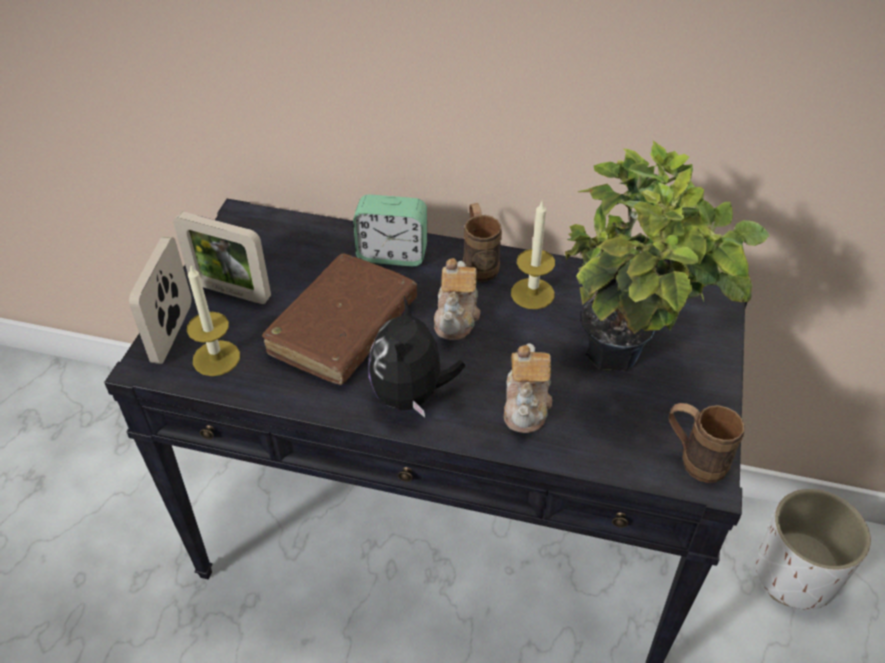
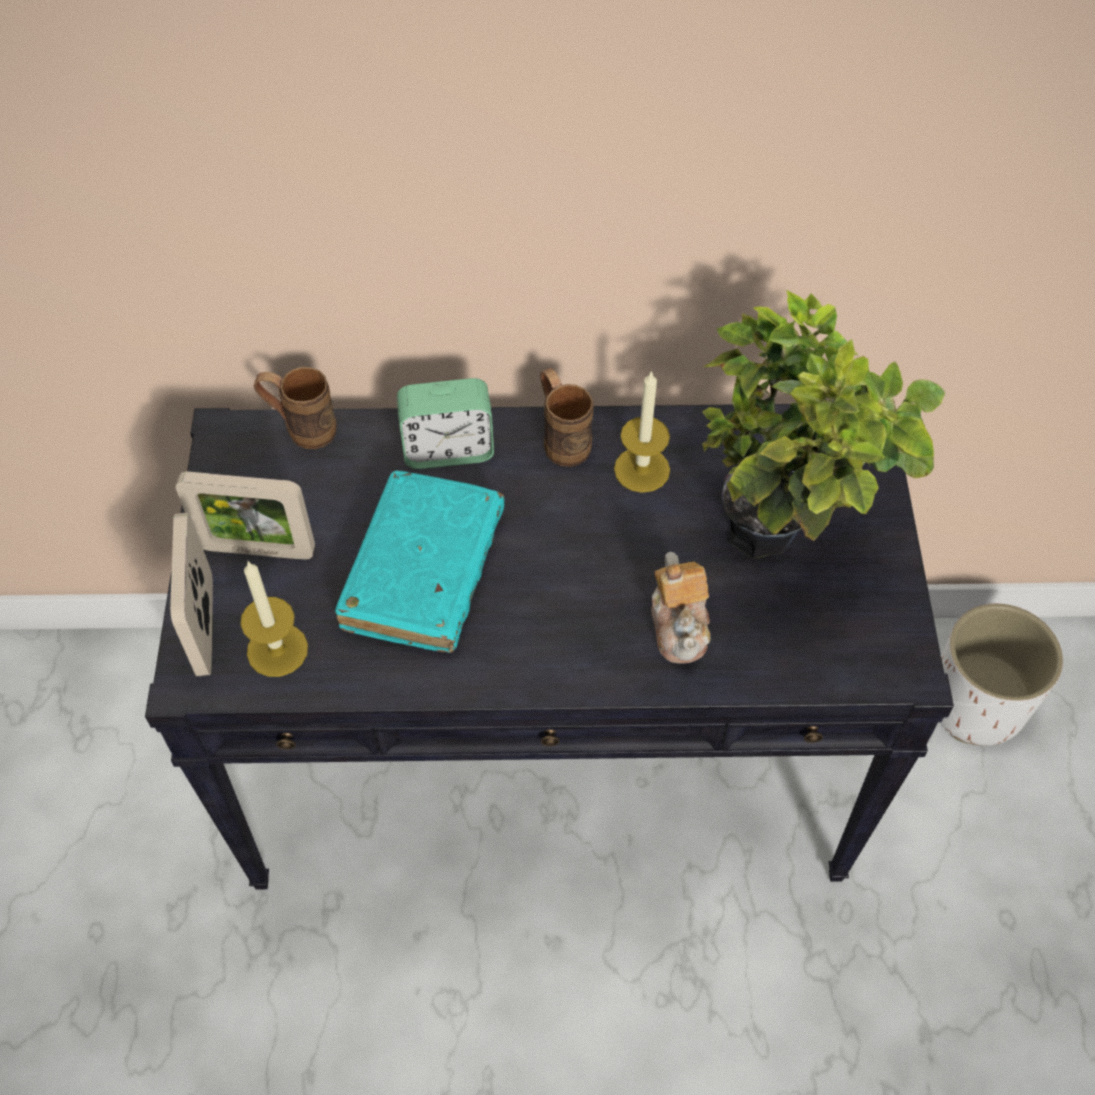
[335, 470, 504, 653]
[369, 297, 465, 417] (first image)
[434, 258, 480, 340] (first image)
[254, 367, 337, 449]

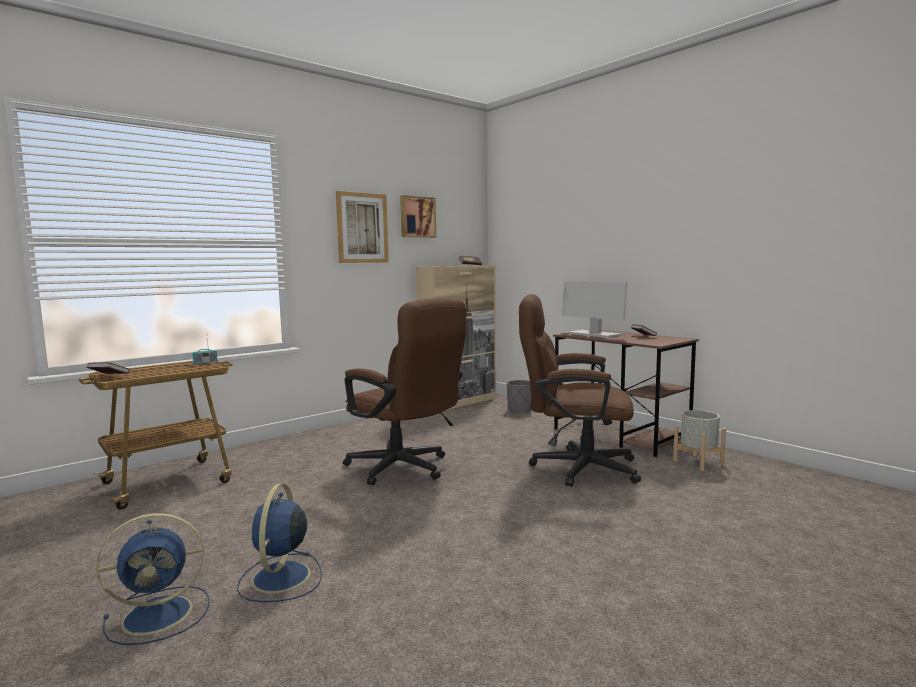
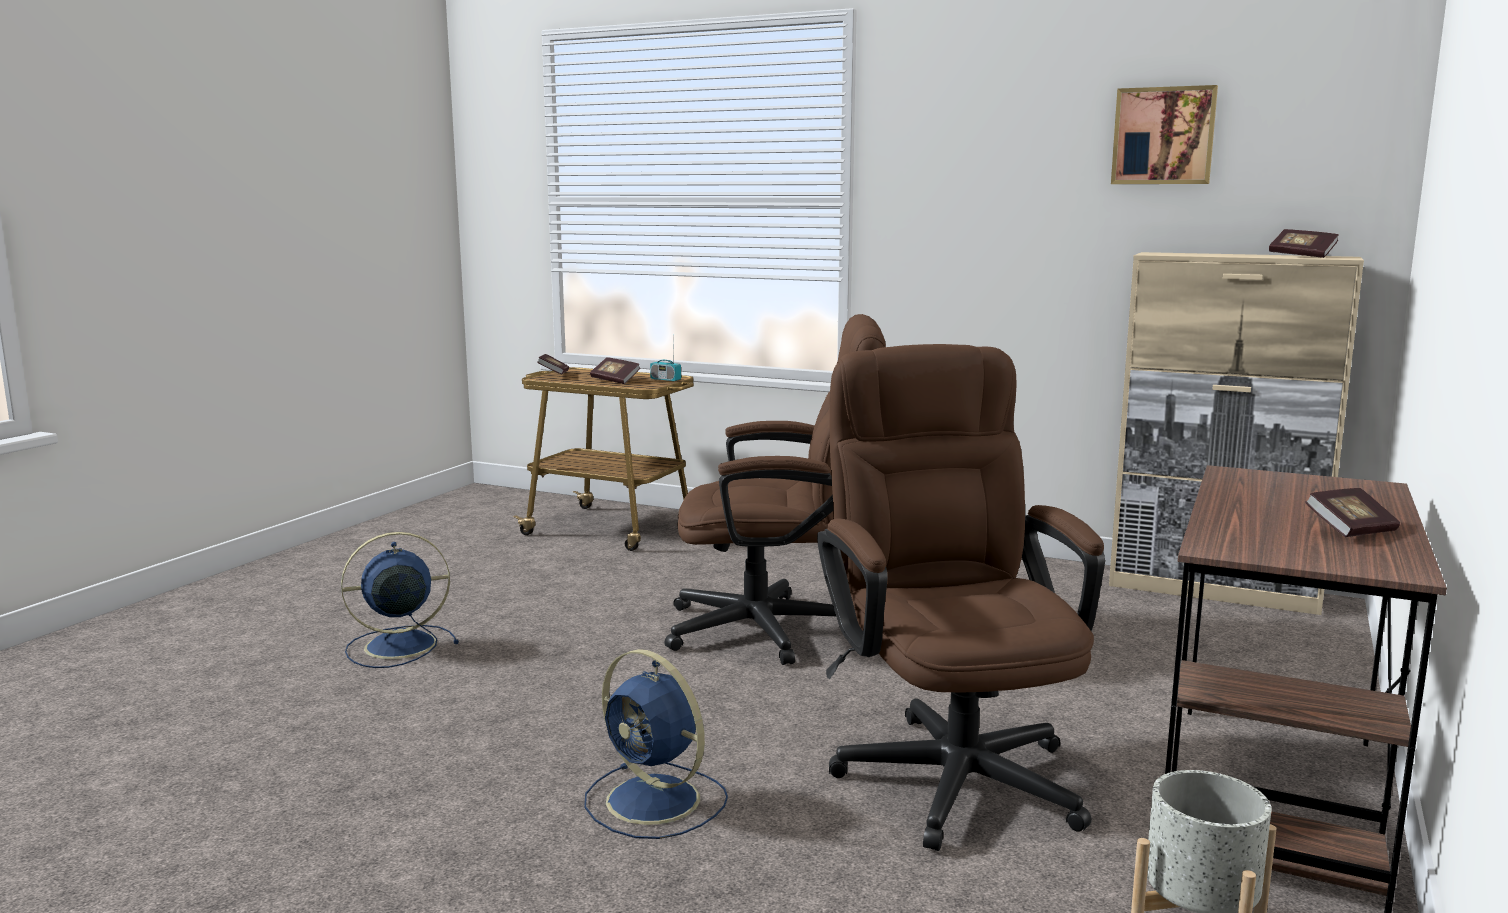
[584, 649, 728, 839]
[336, 191, 389, 263] (first image)
[664, 314, 886, 665]
[506, 380, 532, 413] (first image)
[562, 281, 627, 338] (first image)
[590, 357, 640, 384]

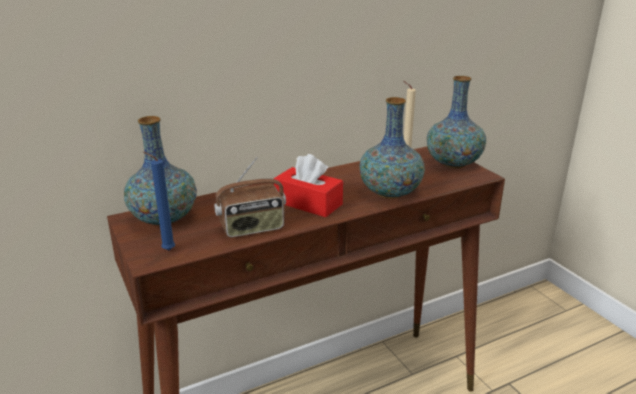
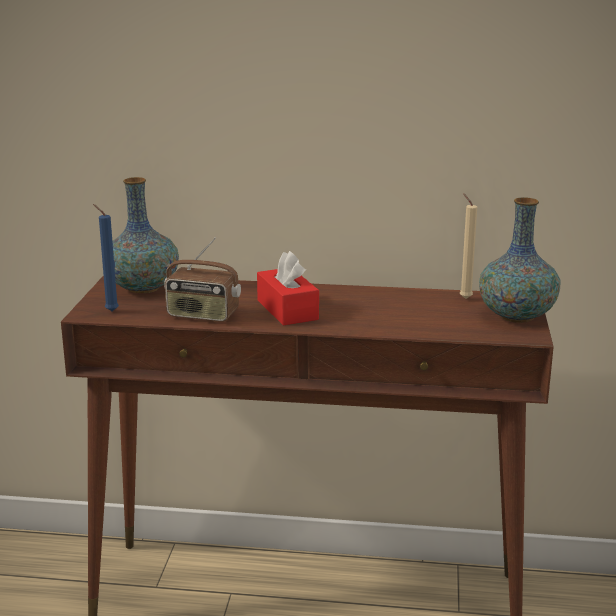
[359, 97, 425, 199] (first image)

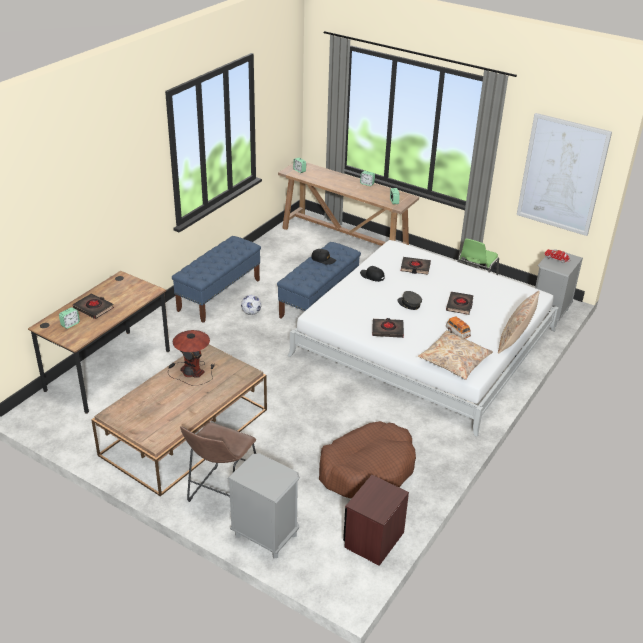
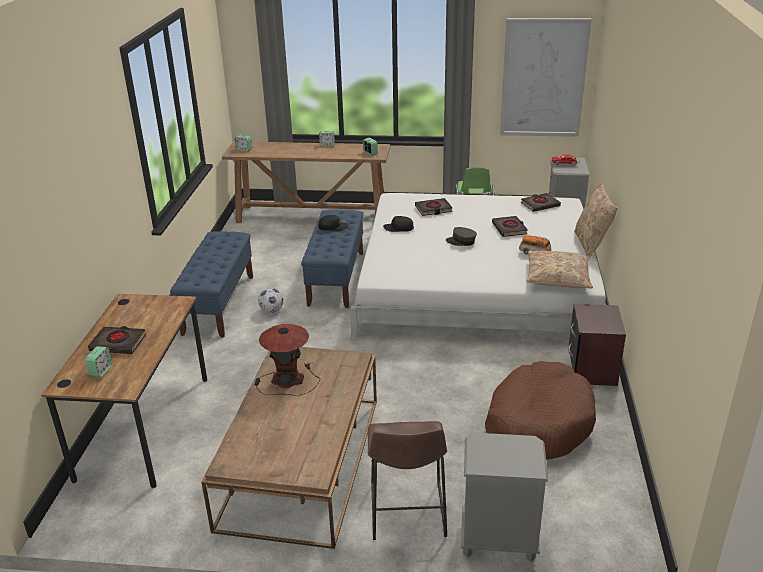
[569, 304, 626, 386]
[521, 193, 561, 212]

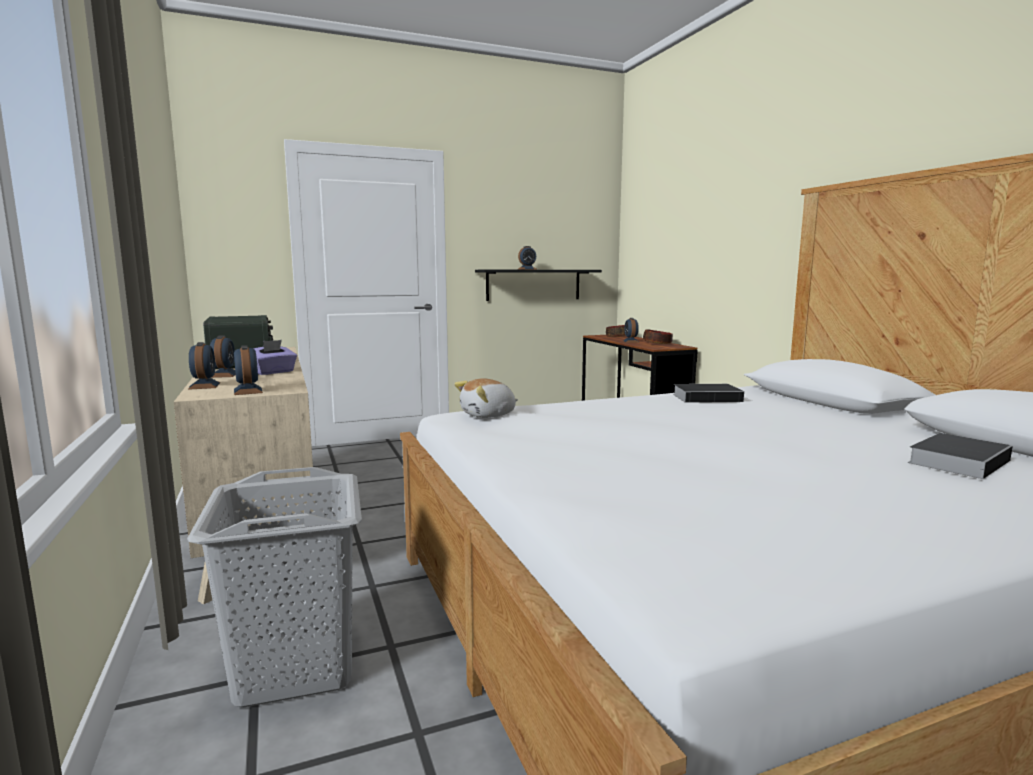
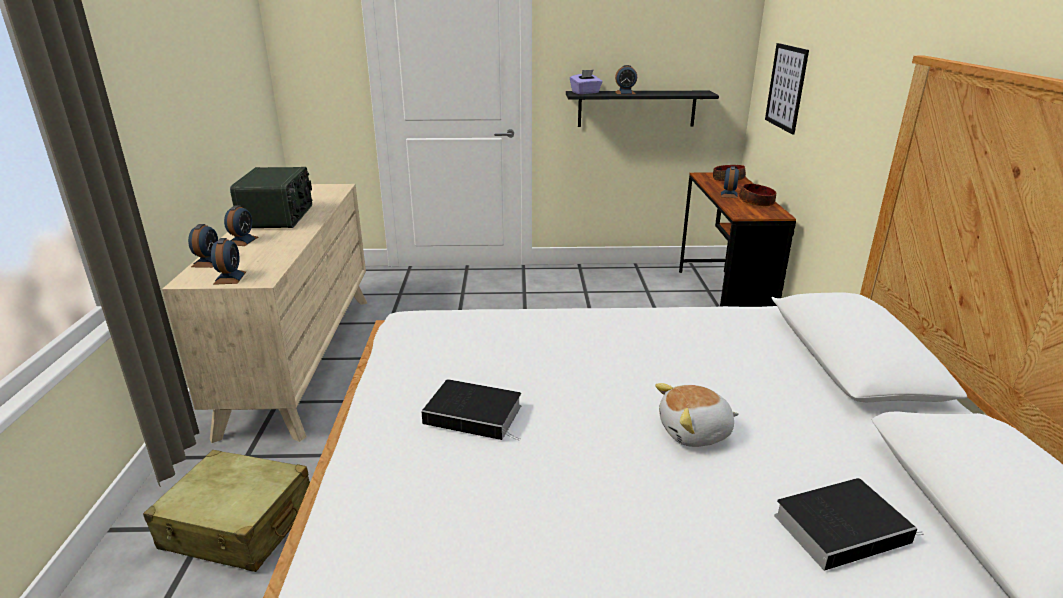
[143, 450, 310, 572]
[570, 70, 602, 94]
[655, 383, 739, 447]
[421, 379, 521, 441]
[765, 43, 809, 134]

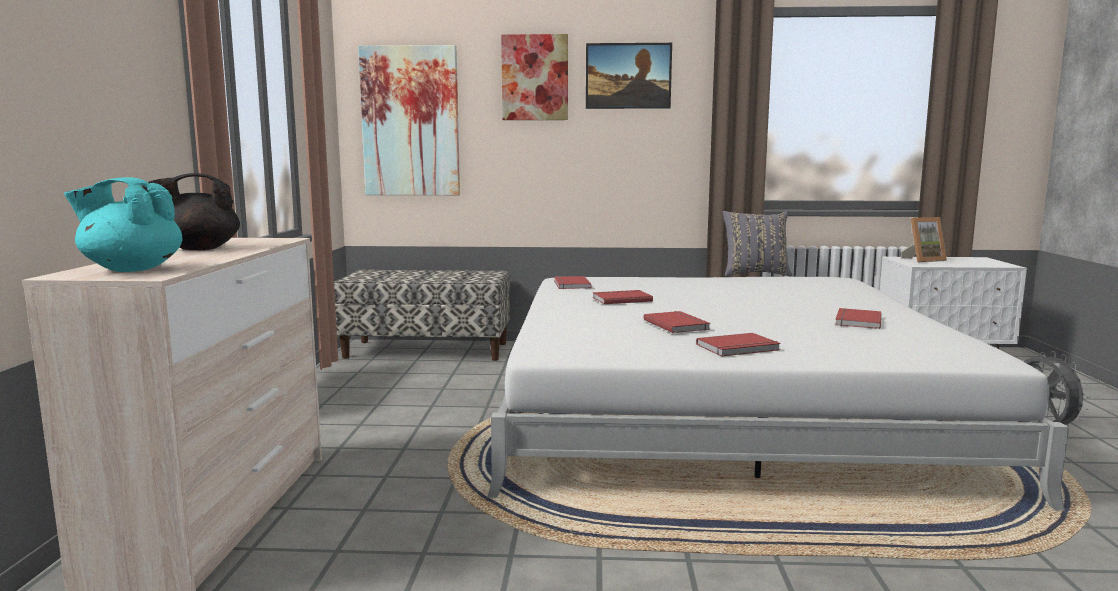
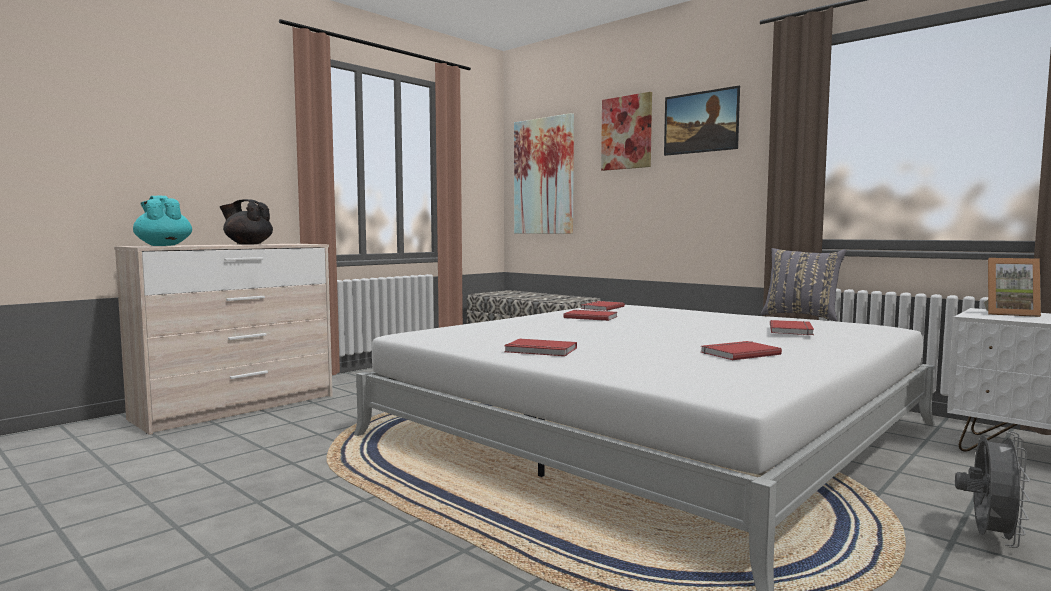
[770, 320, 814, 335]

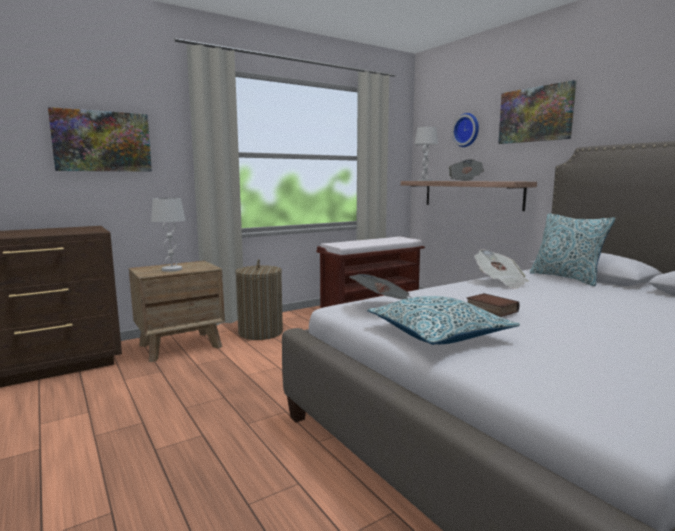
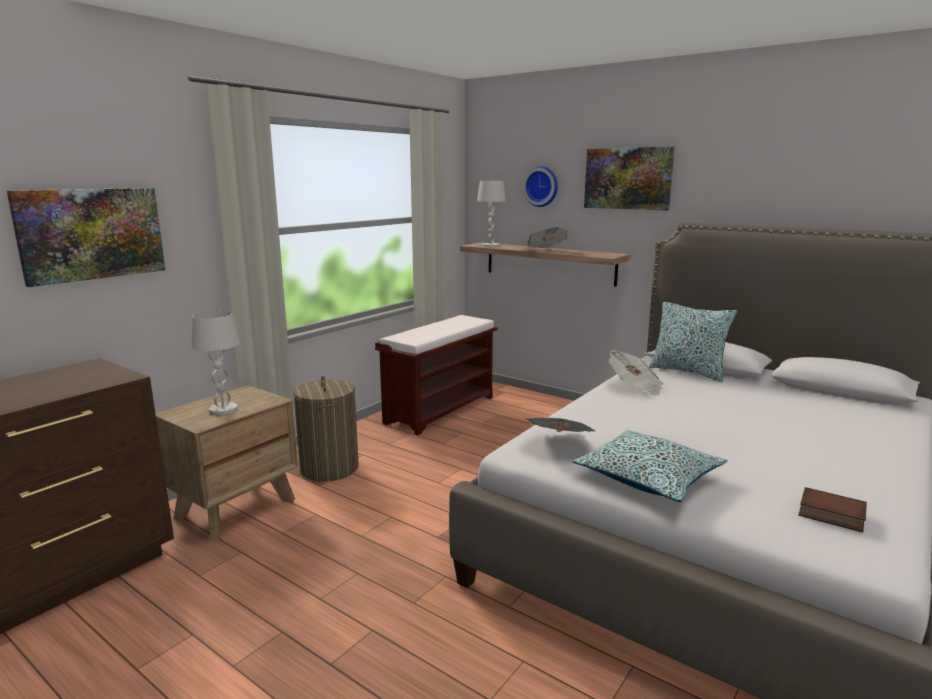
[799, 487, 867, 532]

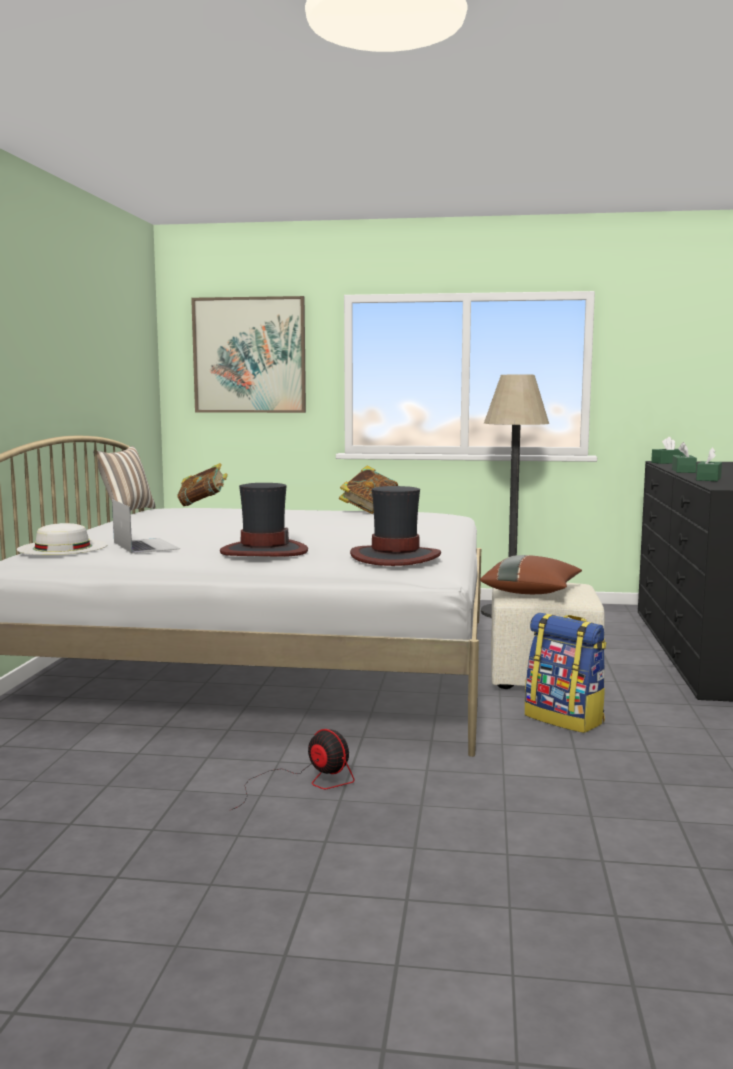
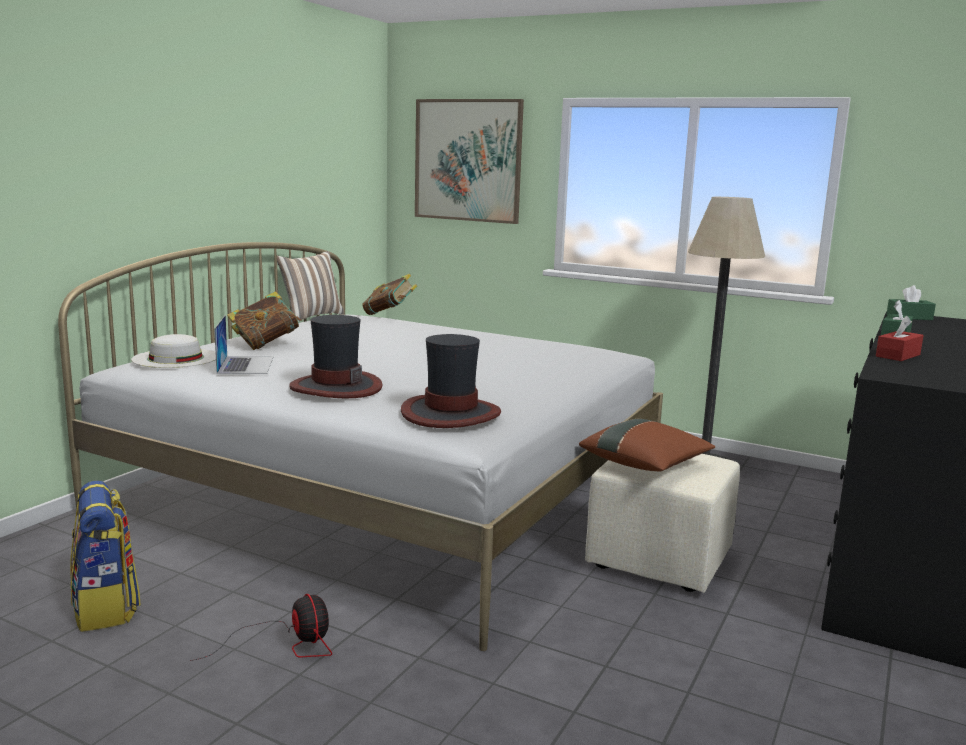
[227, 291, 301, 350]
[70, 481, 141, 632]
[876, 316, 924, 361]

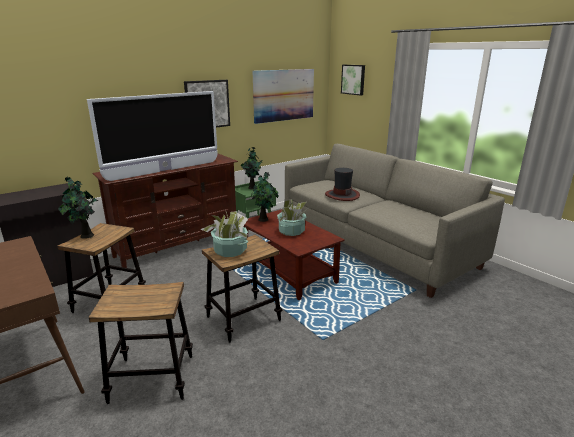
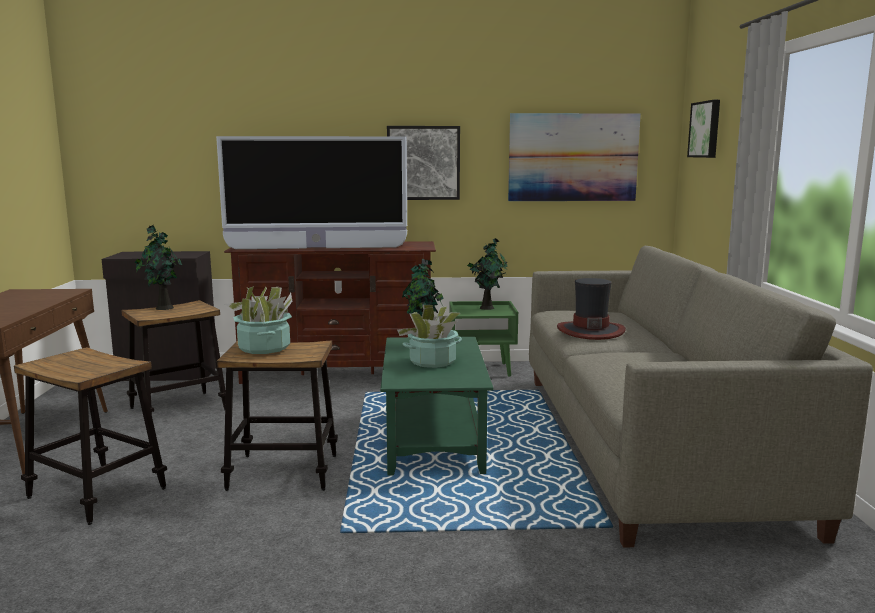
[380, 337, 494, 476]

